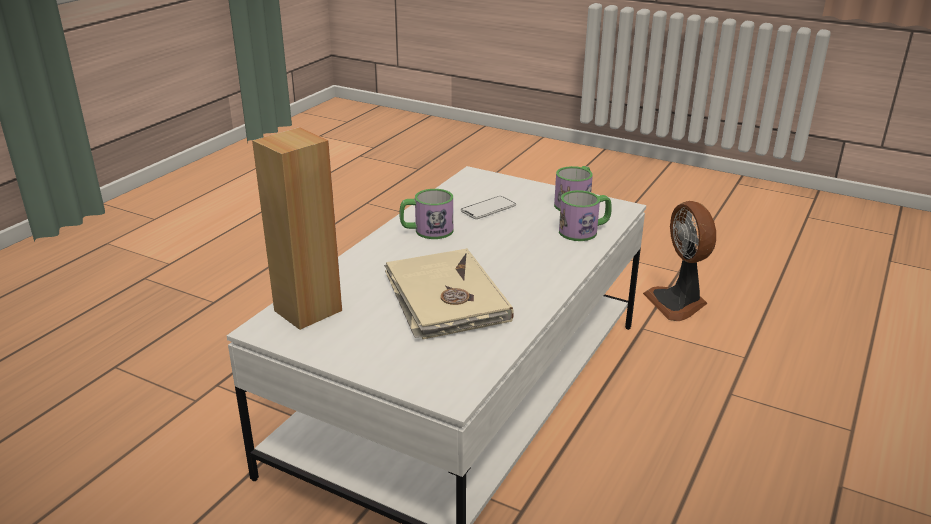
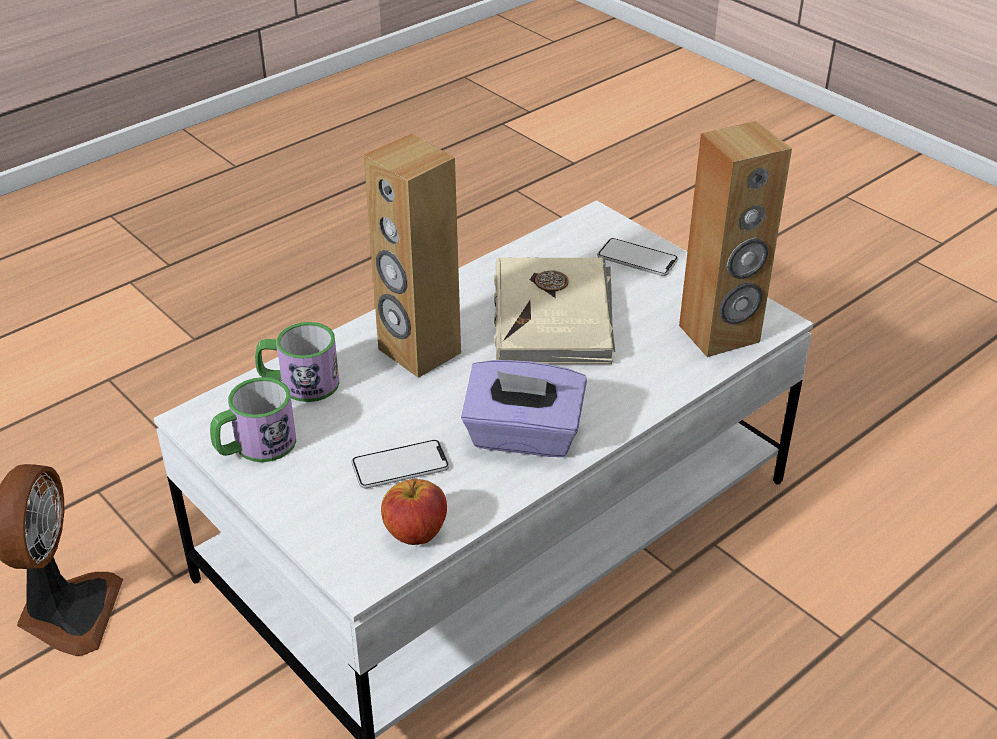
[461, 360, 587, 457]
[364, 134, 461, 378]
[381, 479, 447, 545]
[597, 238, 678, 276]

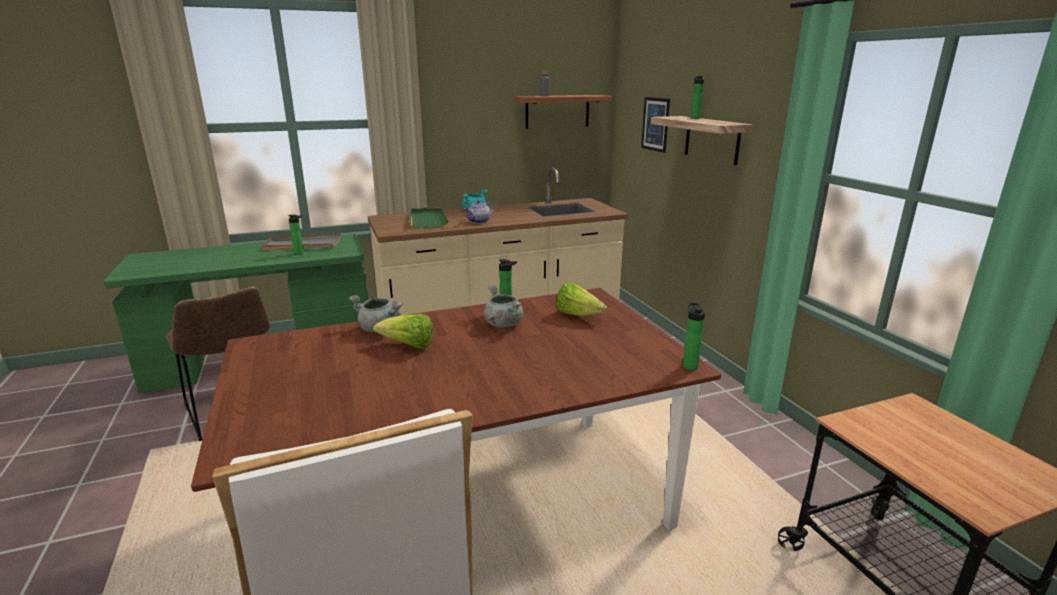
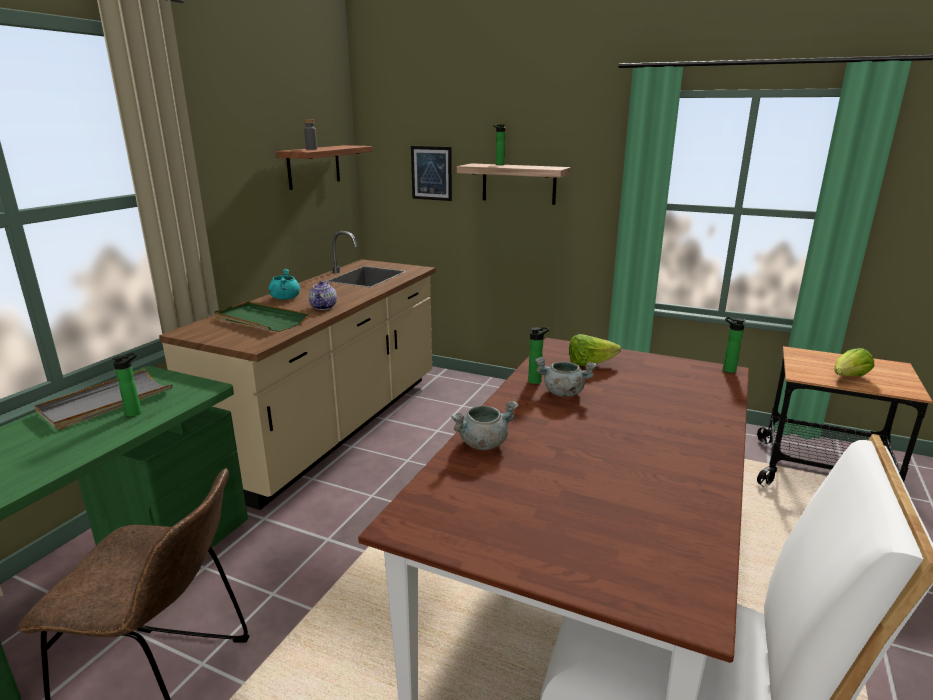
[834, 348, 874, 376]

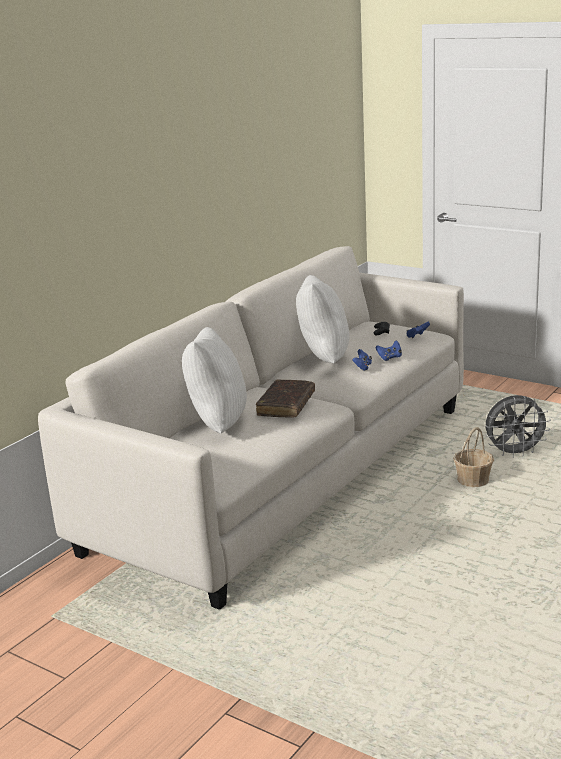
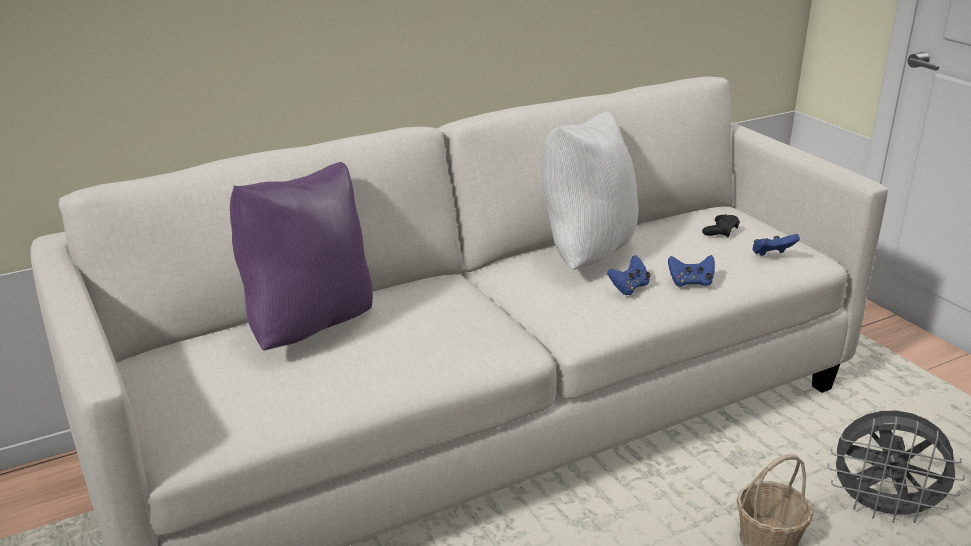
[230, 162, 373, 350]
[256, 380, 315, 418] (first image)

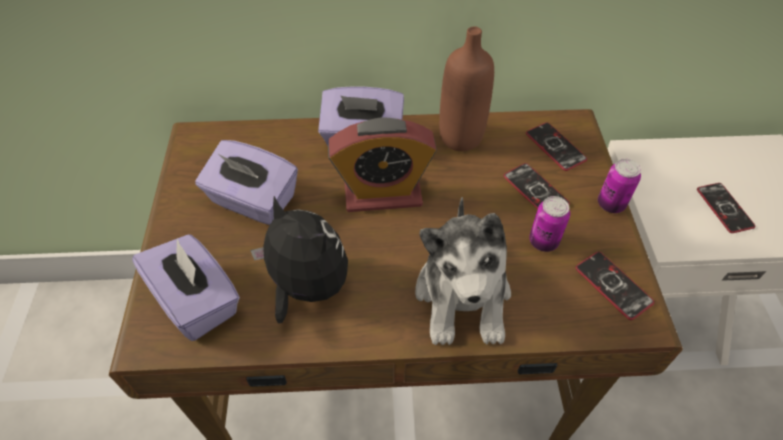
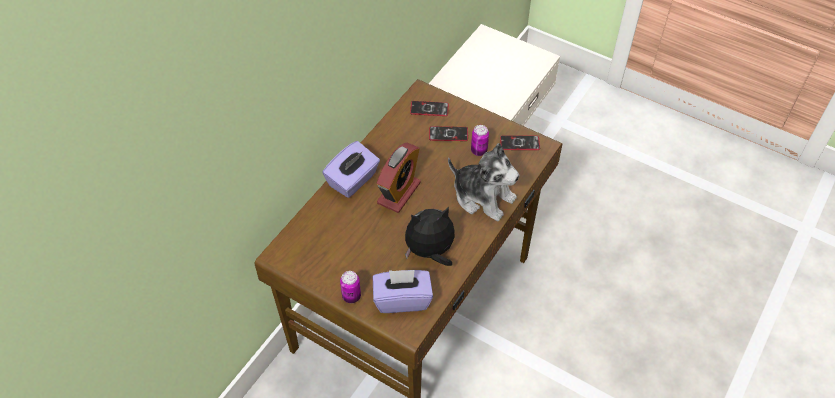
[195, 140, 298, 225] (first image)
[439, 26, 494, 151] (first image)
[340, 271, 361, 303]
[697, 183, 756, 233] (first image)

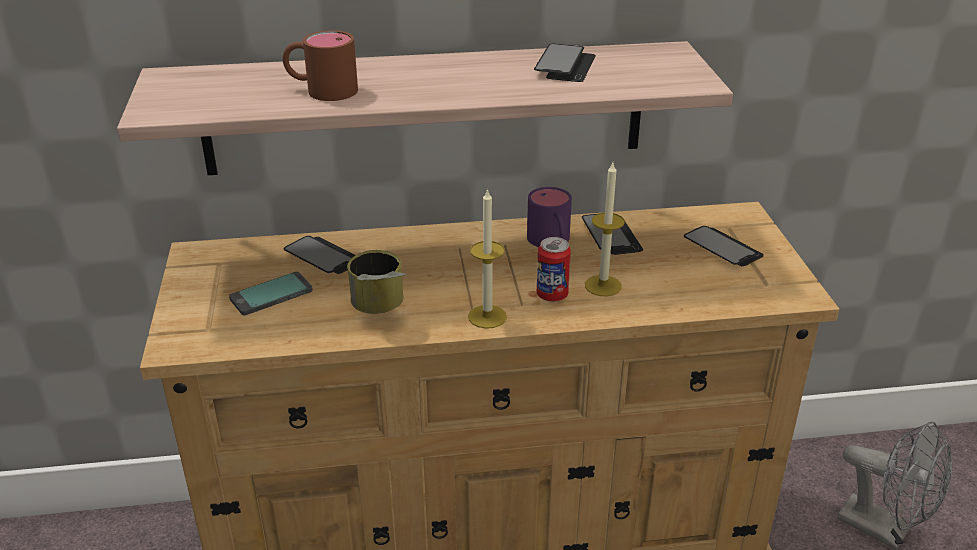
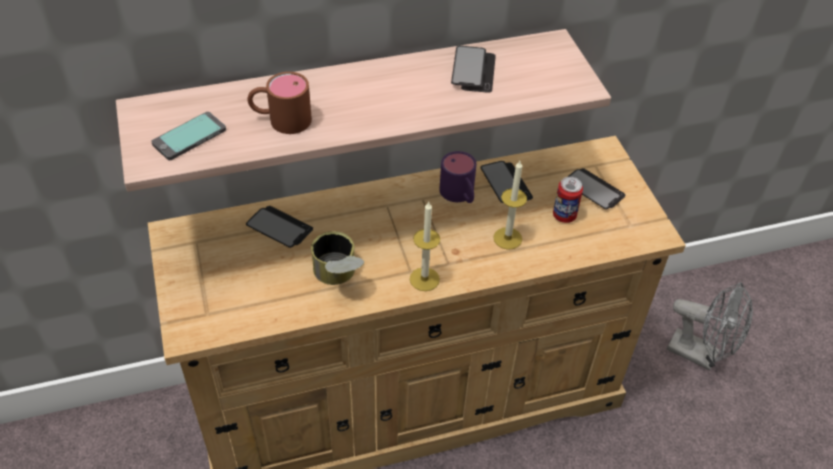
[151, 112, 226, 160]
[553, 177, 583, 223]

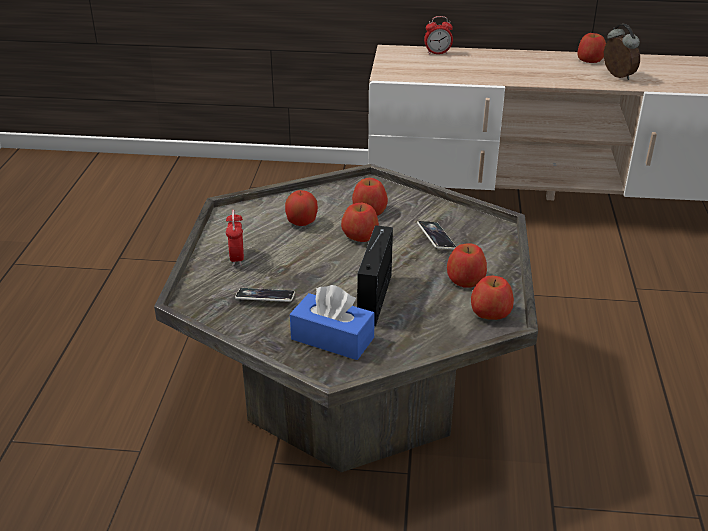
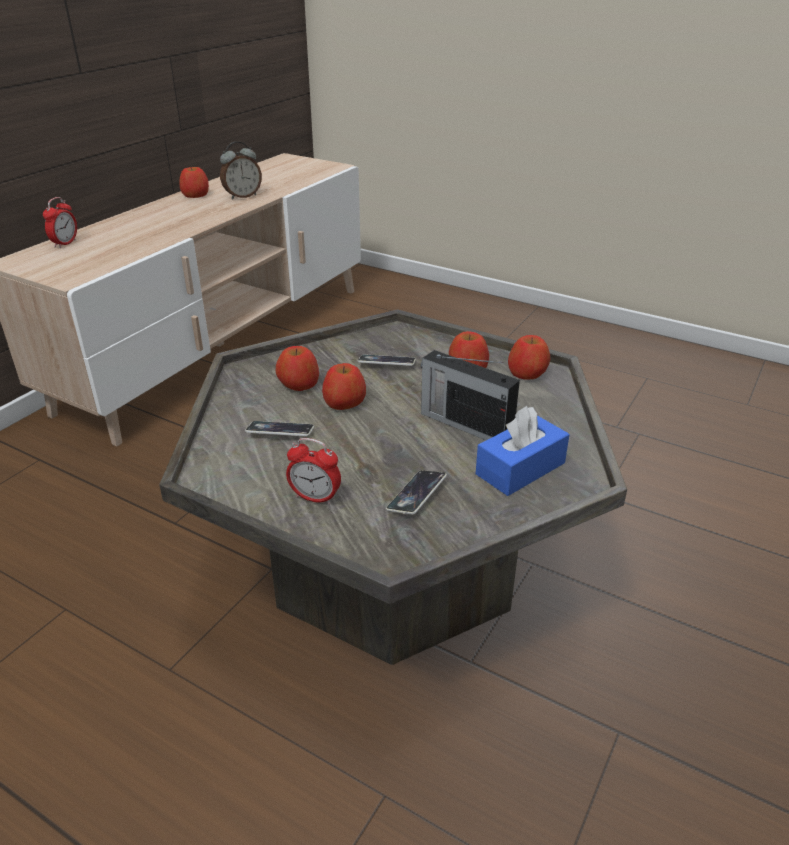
[245, 421, 314, 436]
[220, 141, 262, 199]

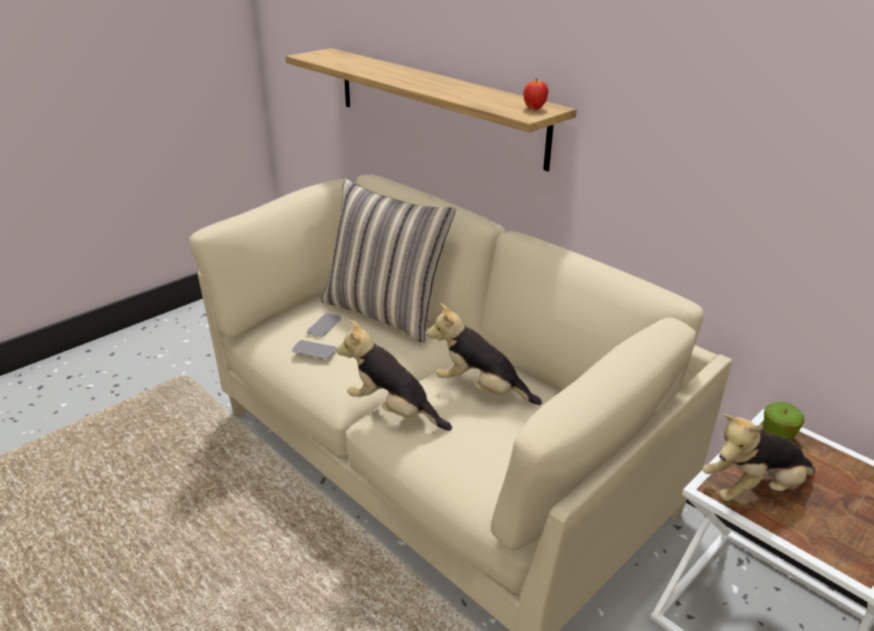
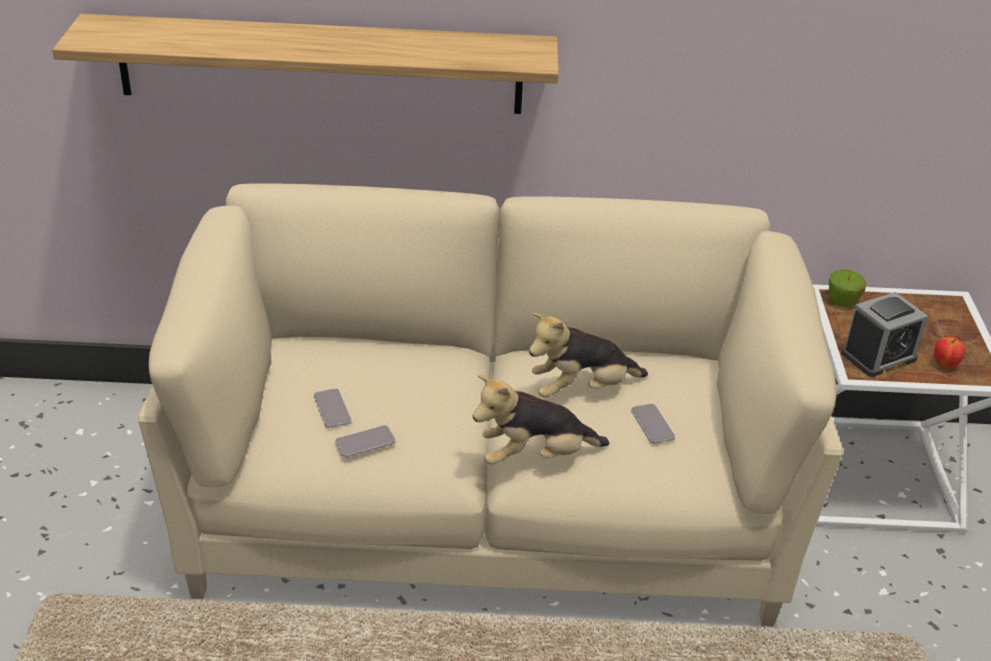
[321, 178, 456, 343] (first image)
[934, 337, 965, 368]
[841, 292, 928, 377]
[631, 403, 675, 444]

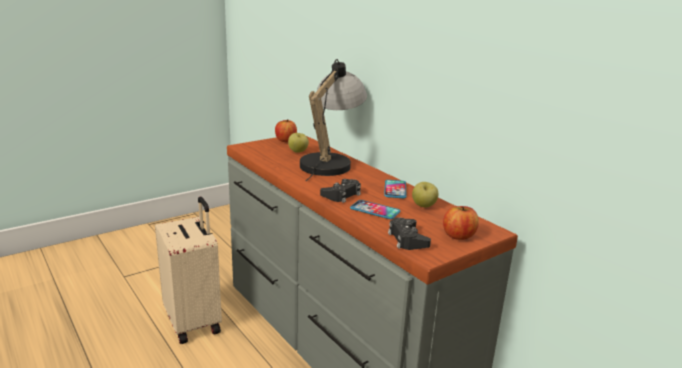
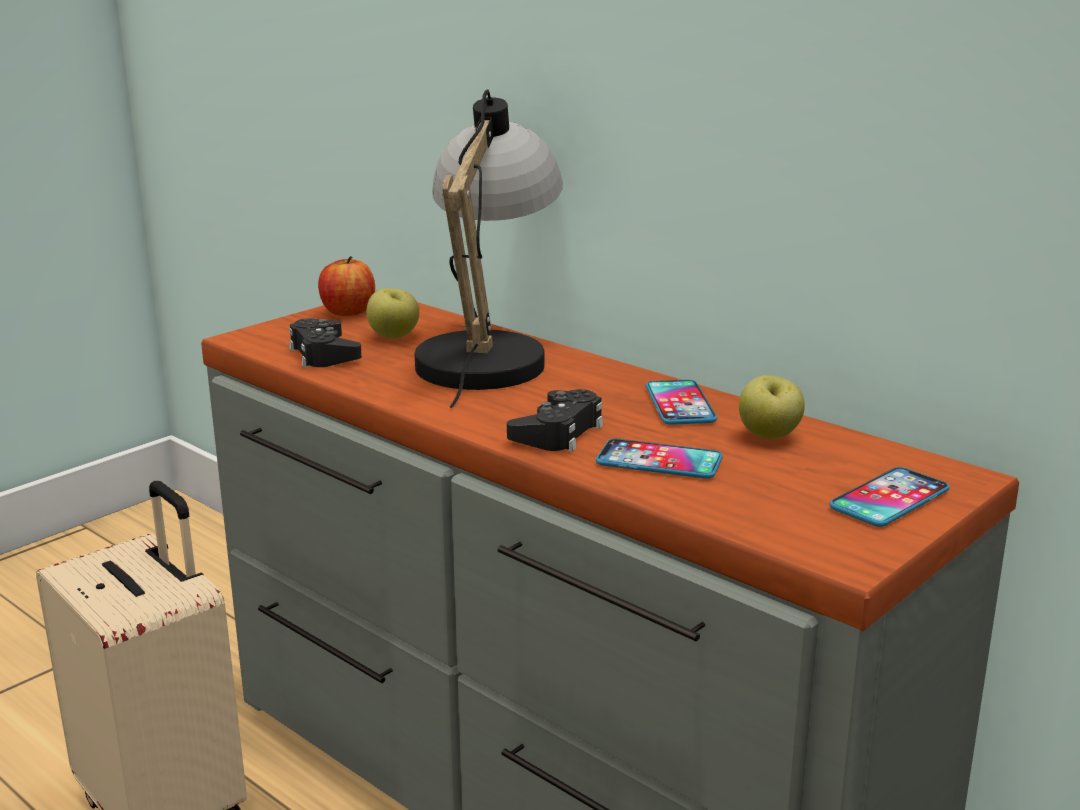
[289, 318, 362, 368]
[830, 467, 950, 527]

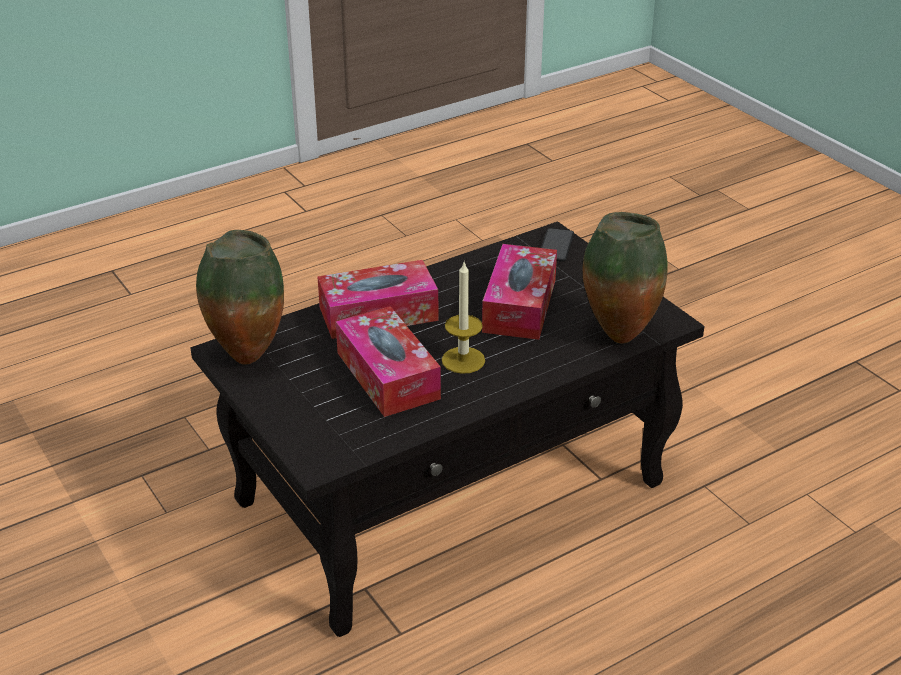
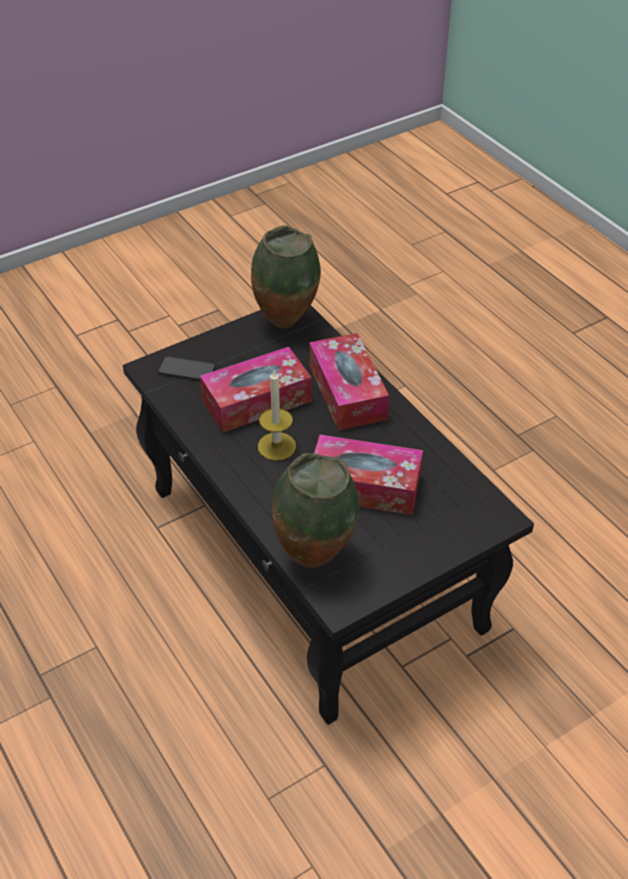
[158, 356, 216, 381]

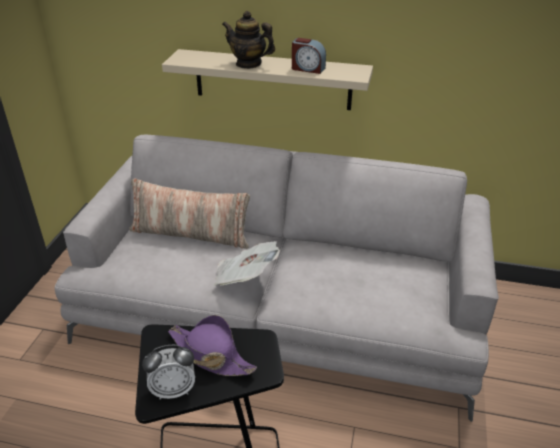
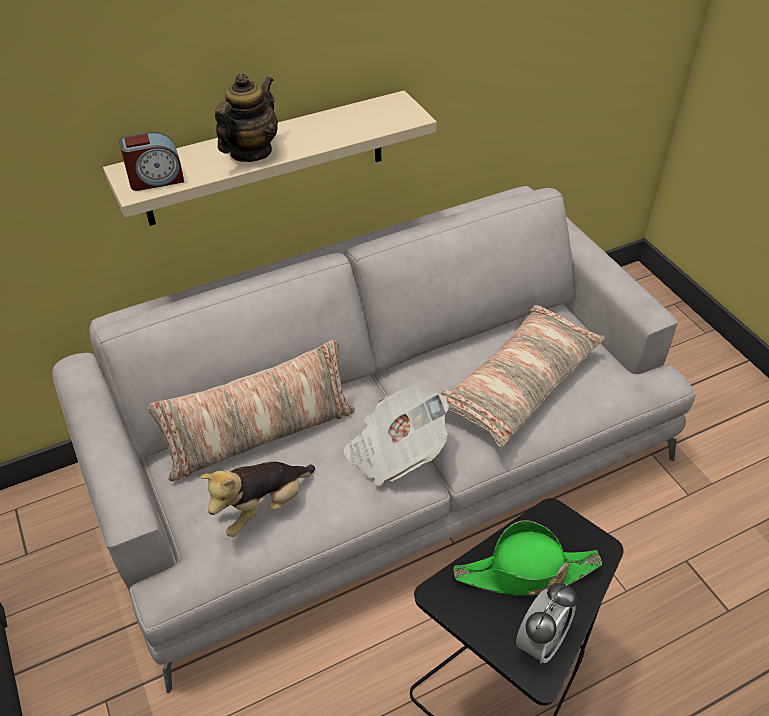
[453, 520, 602, 596]
[215, 73, 278, 162]
[119, 132, 184, 191]
[201, 462, 315, 537]
[441, 305, 605, 447]

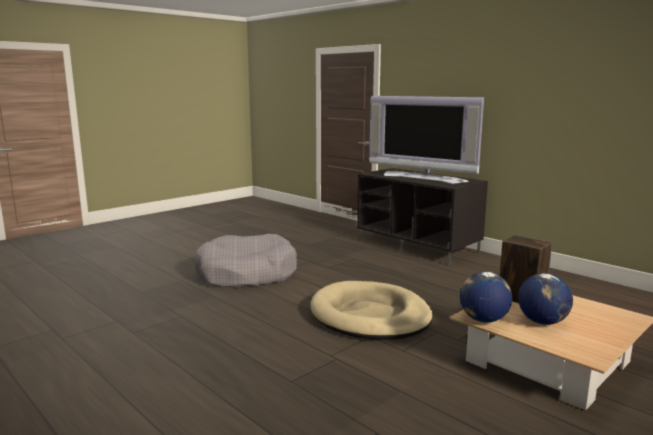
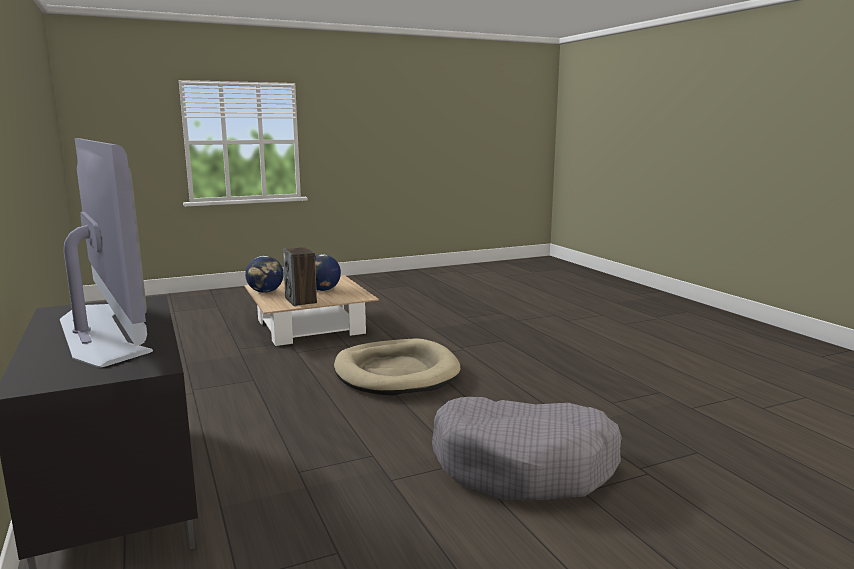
[245, 256, 284, 293]

